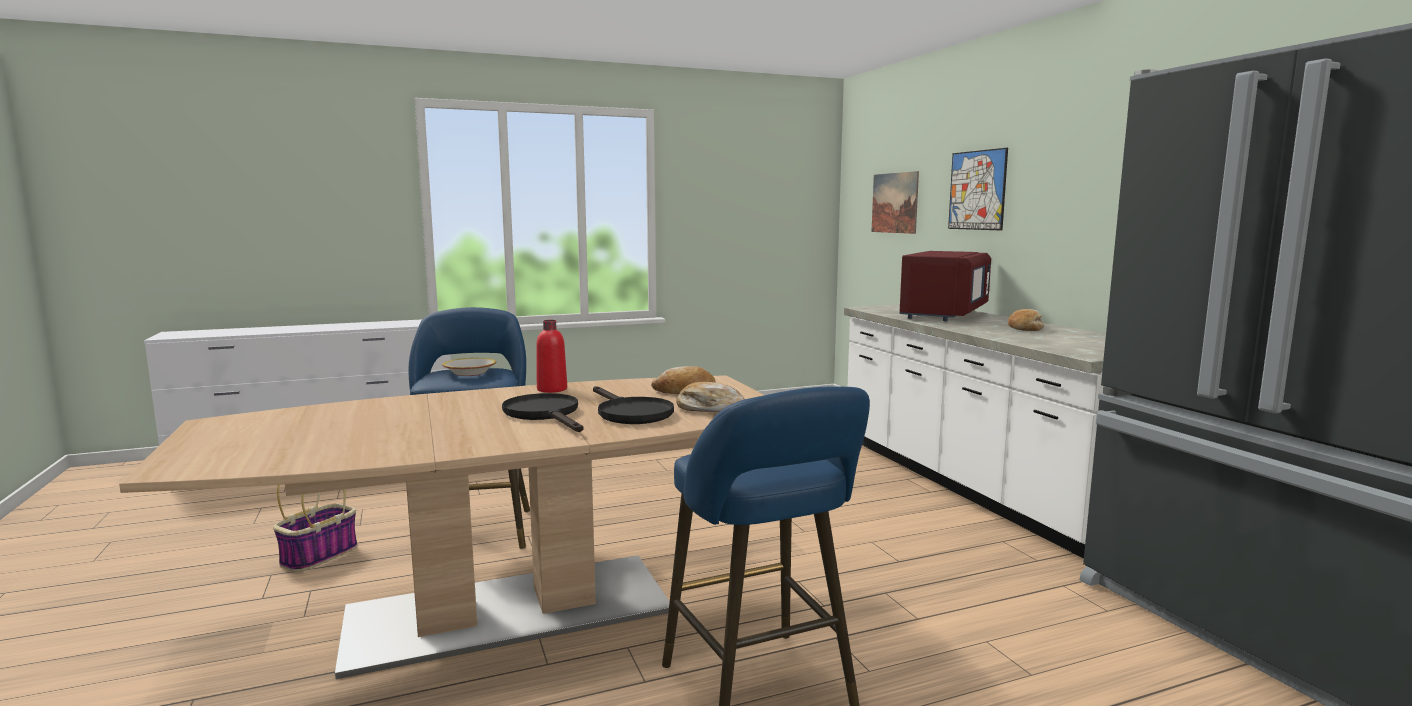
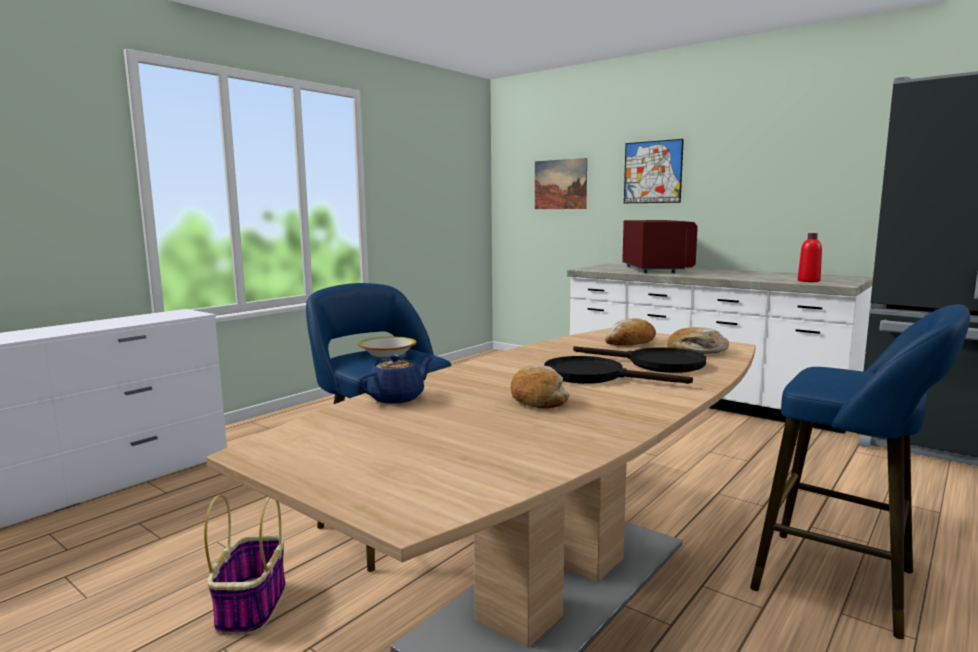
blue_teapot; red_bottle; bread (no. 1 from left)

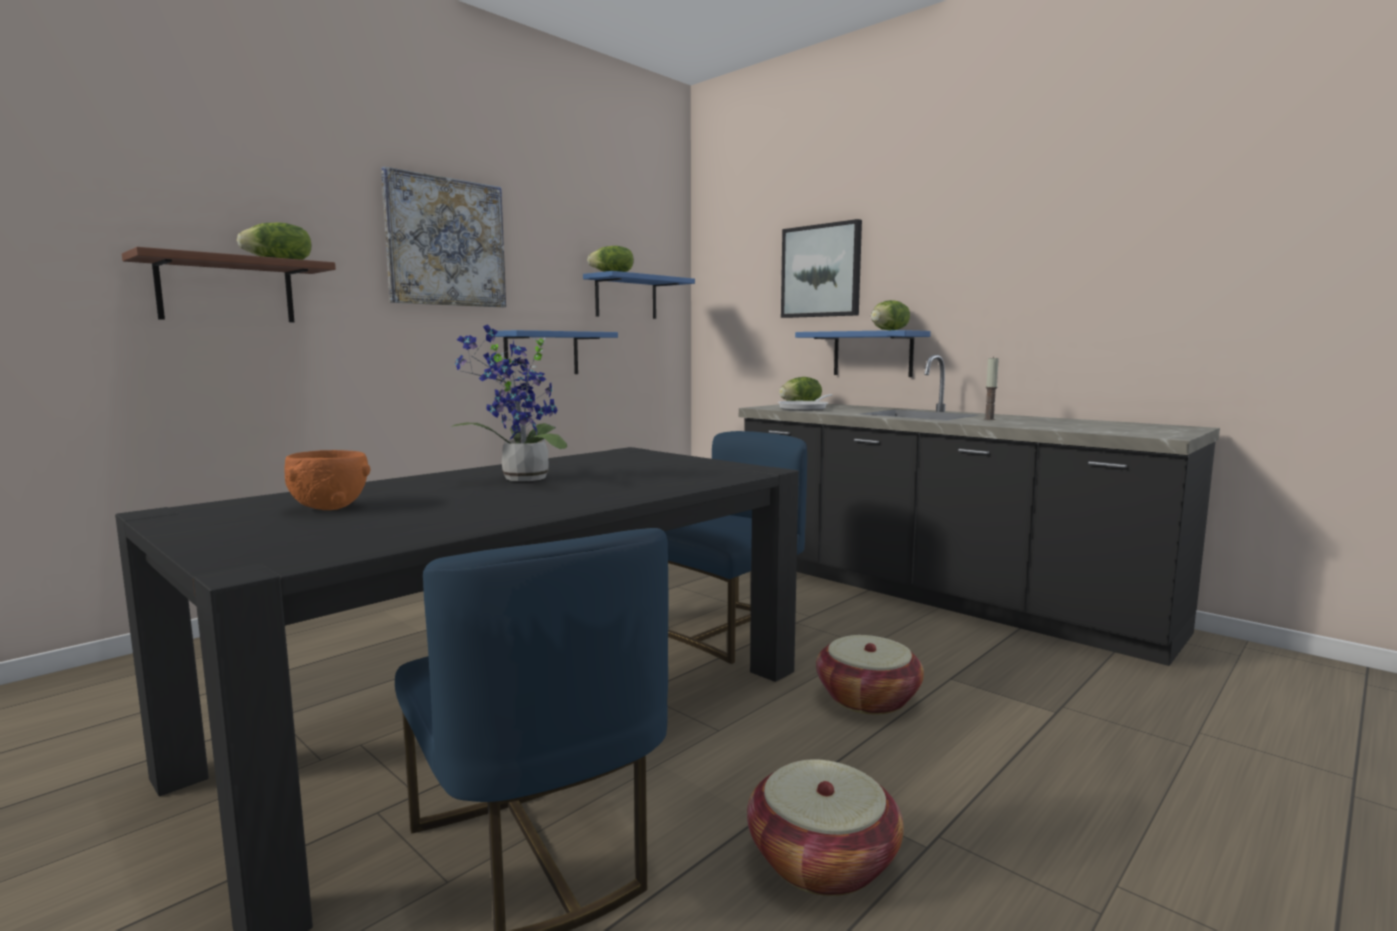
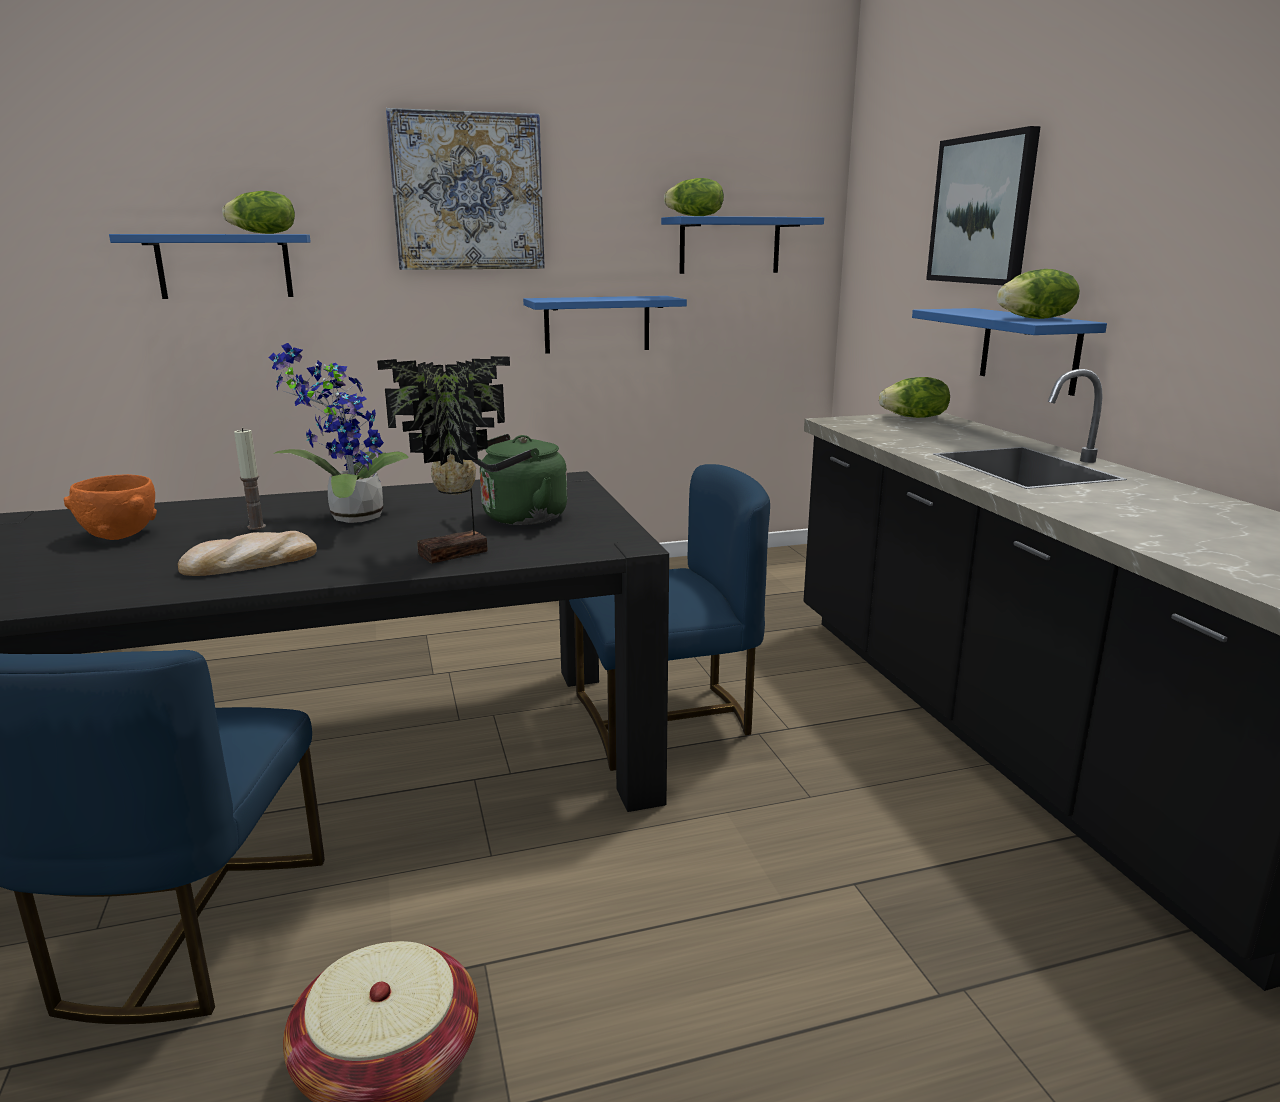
frying_pan; basket (no. 2 from left in the first image); bread; potted_plant (no. 2 from left); green_kettle; candle; blue_shelf (no. 1 from left)

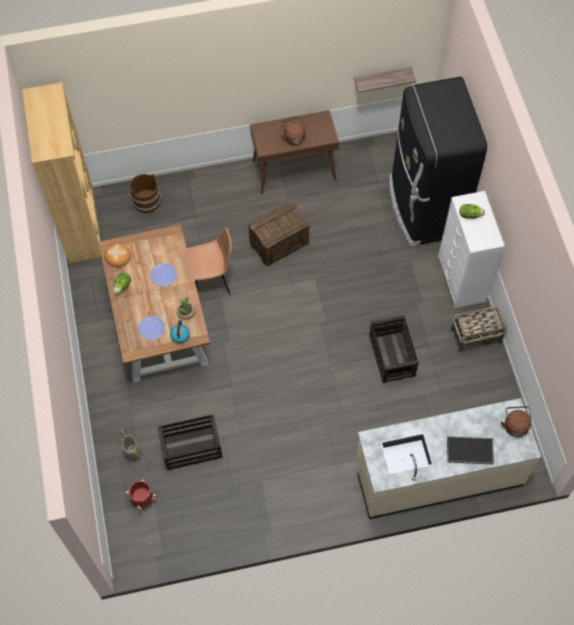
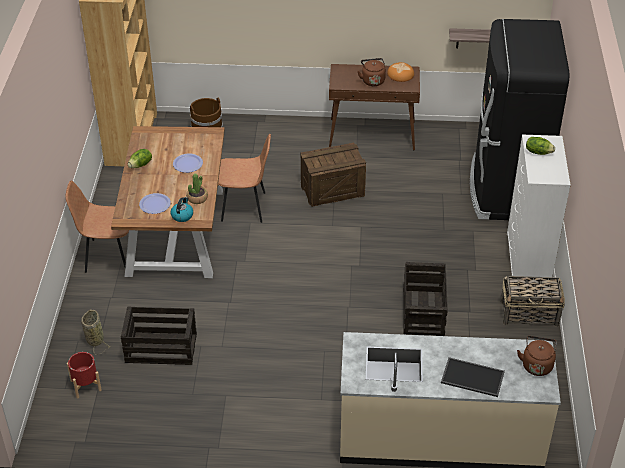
brown_chair (no. 1 from left); bread

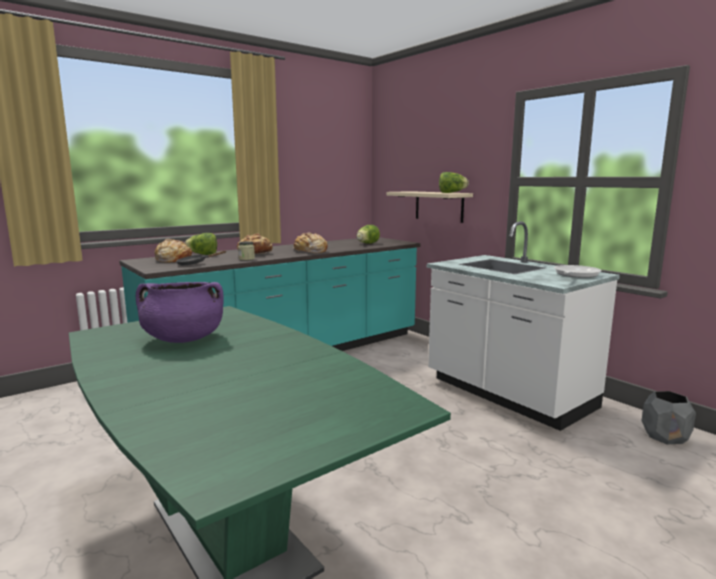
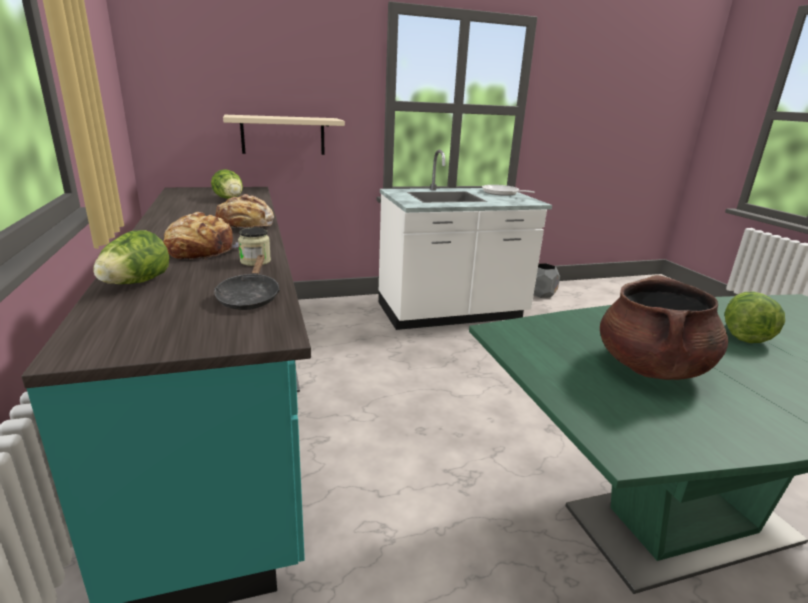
bread (no. 1 from left in the first image); lettuce (no. 3 from left); brown_cooking_pot

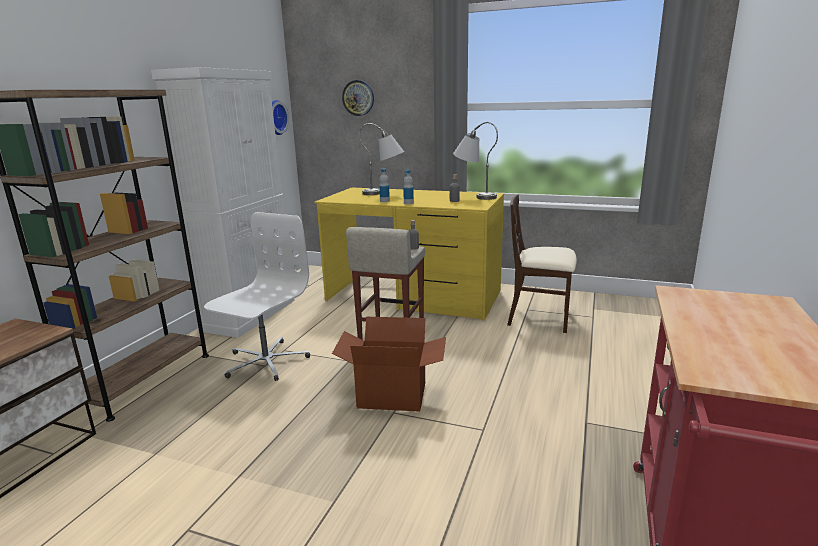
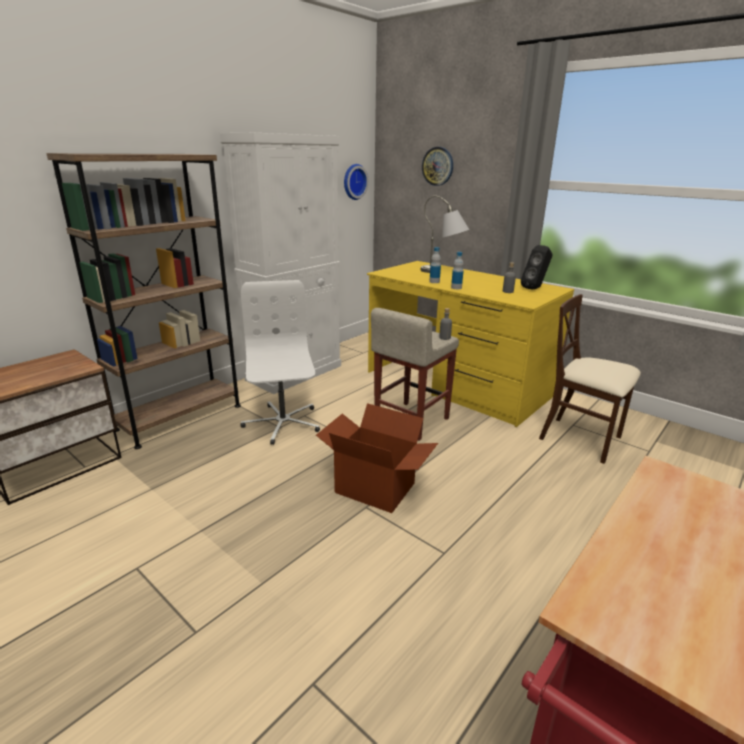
black_speaker; white_office_chair

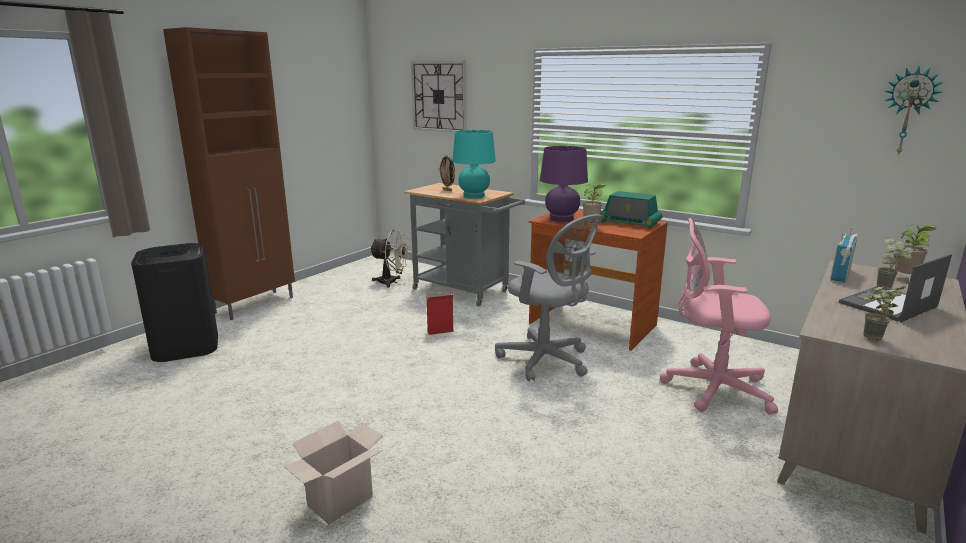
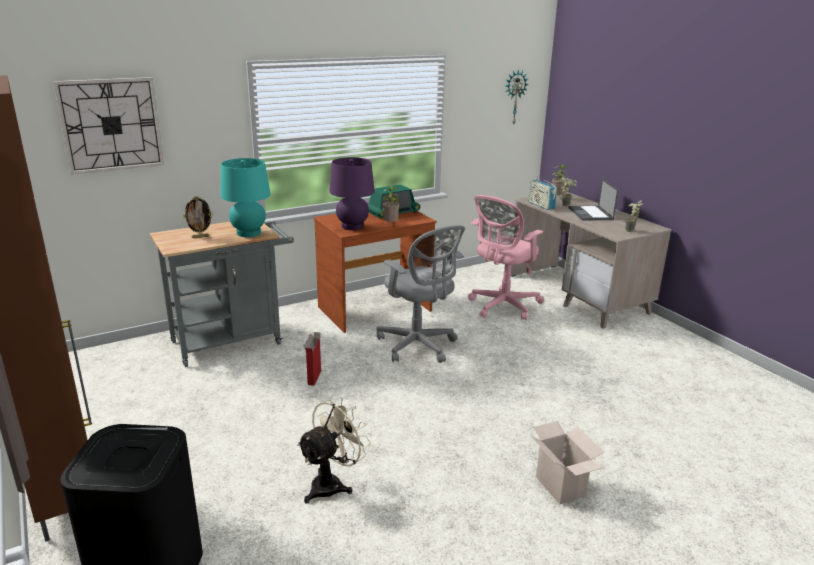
beige_fan; grey_office_chair

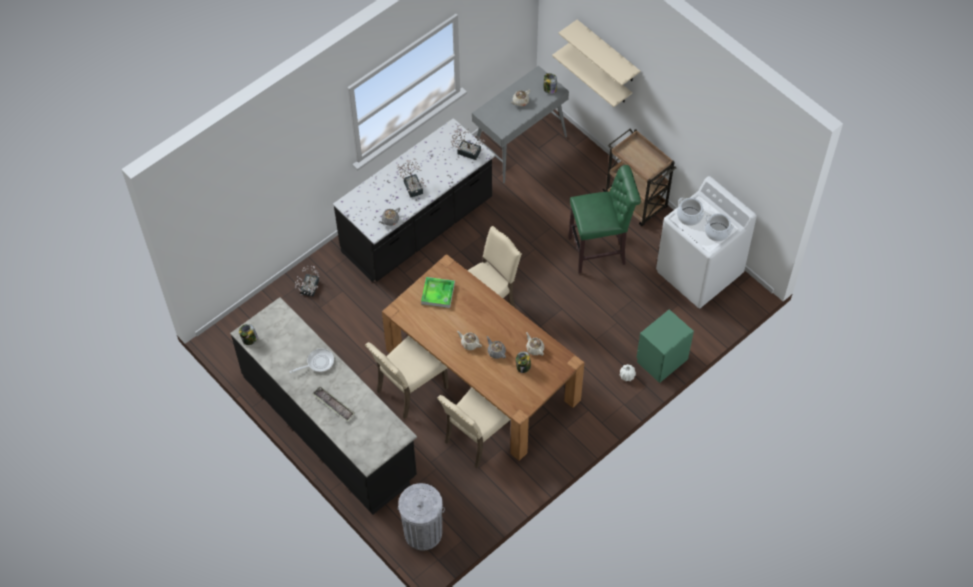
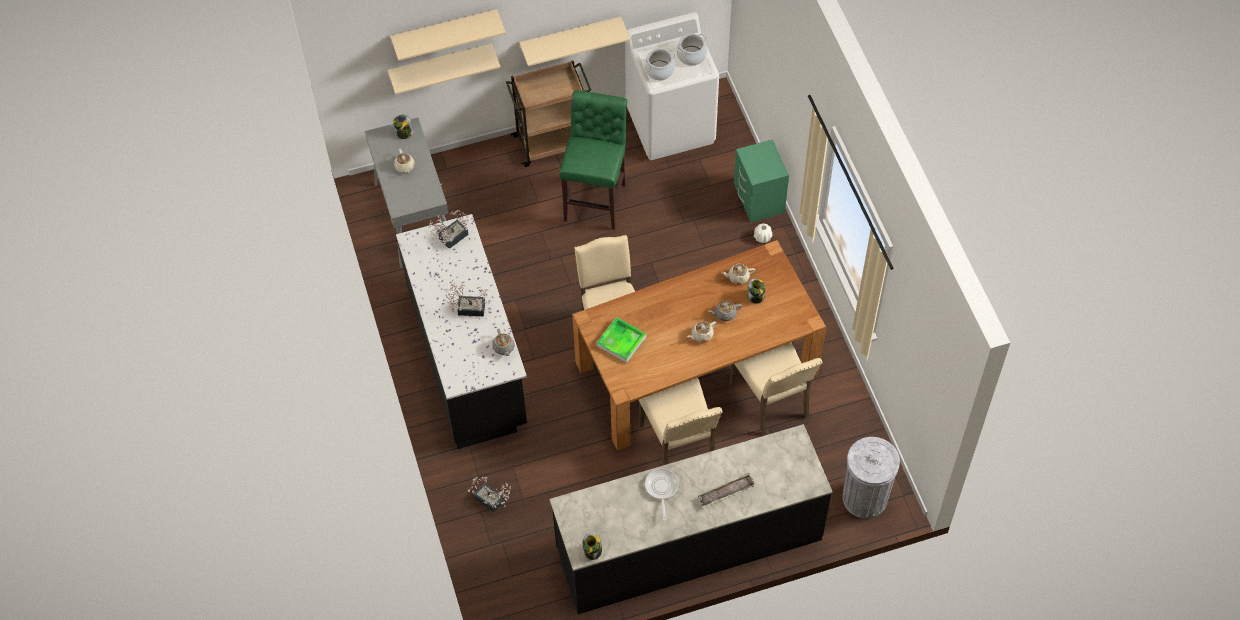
beige_shelf (no. 3 from left)

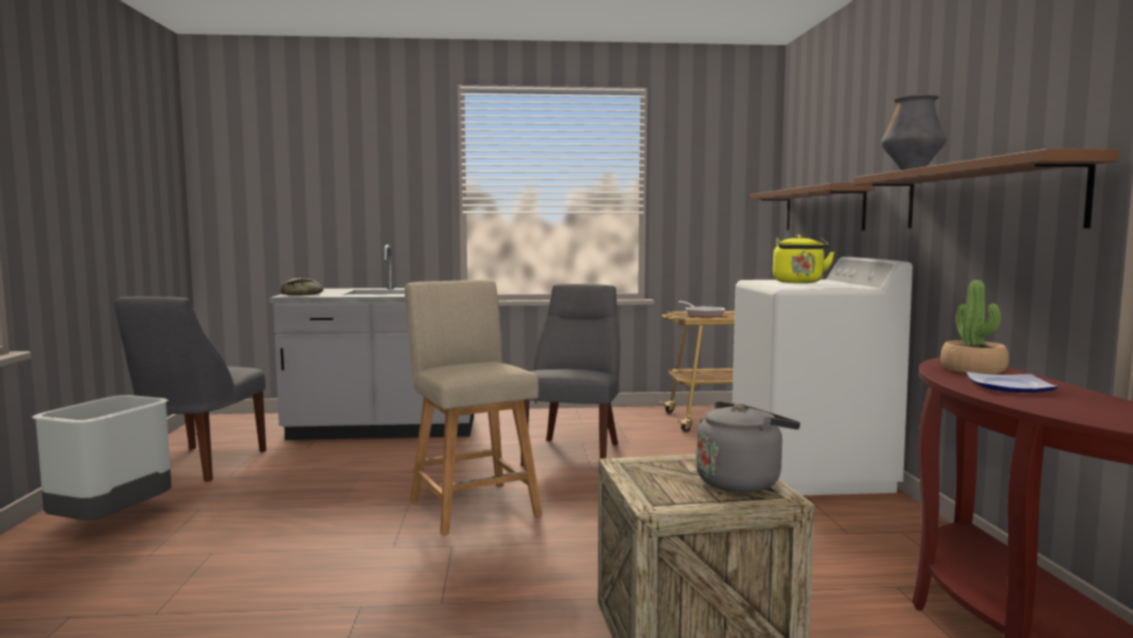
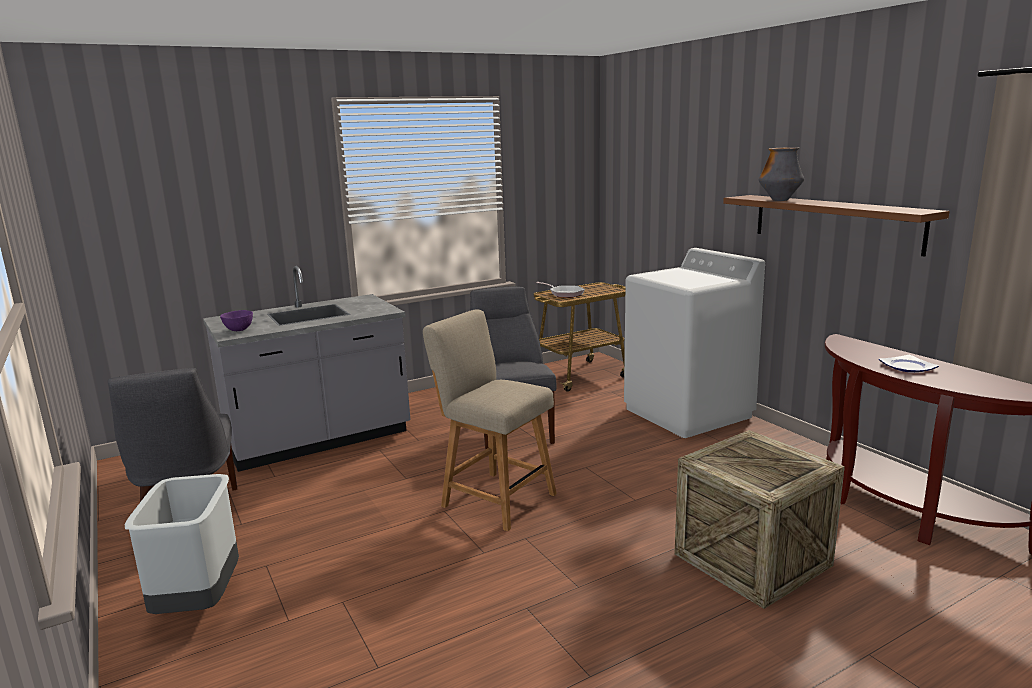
grey_kettle; brown_shelf (no. 1 from left in the first image); yellow_kettle; potted_plant; purple_bowl

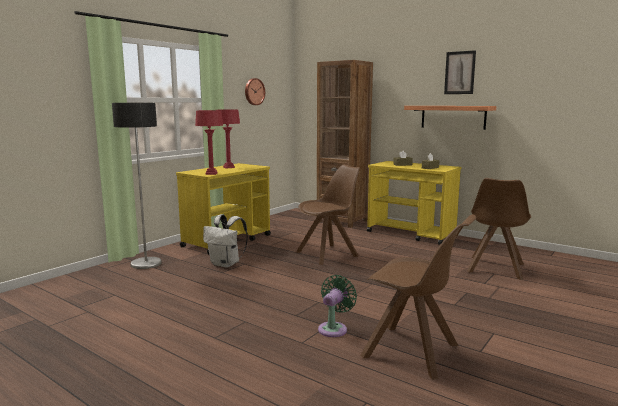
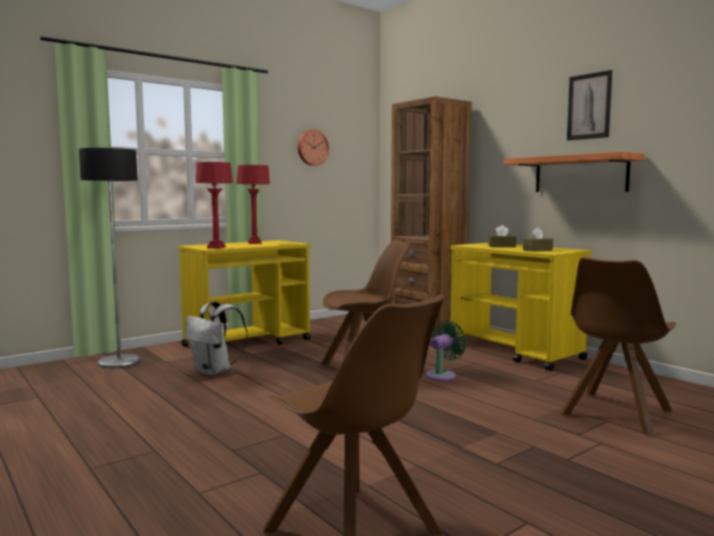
green_fan

